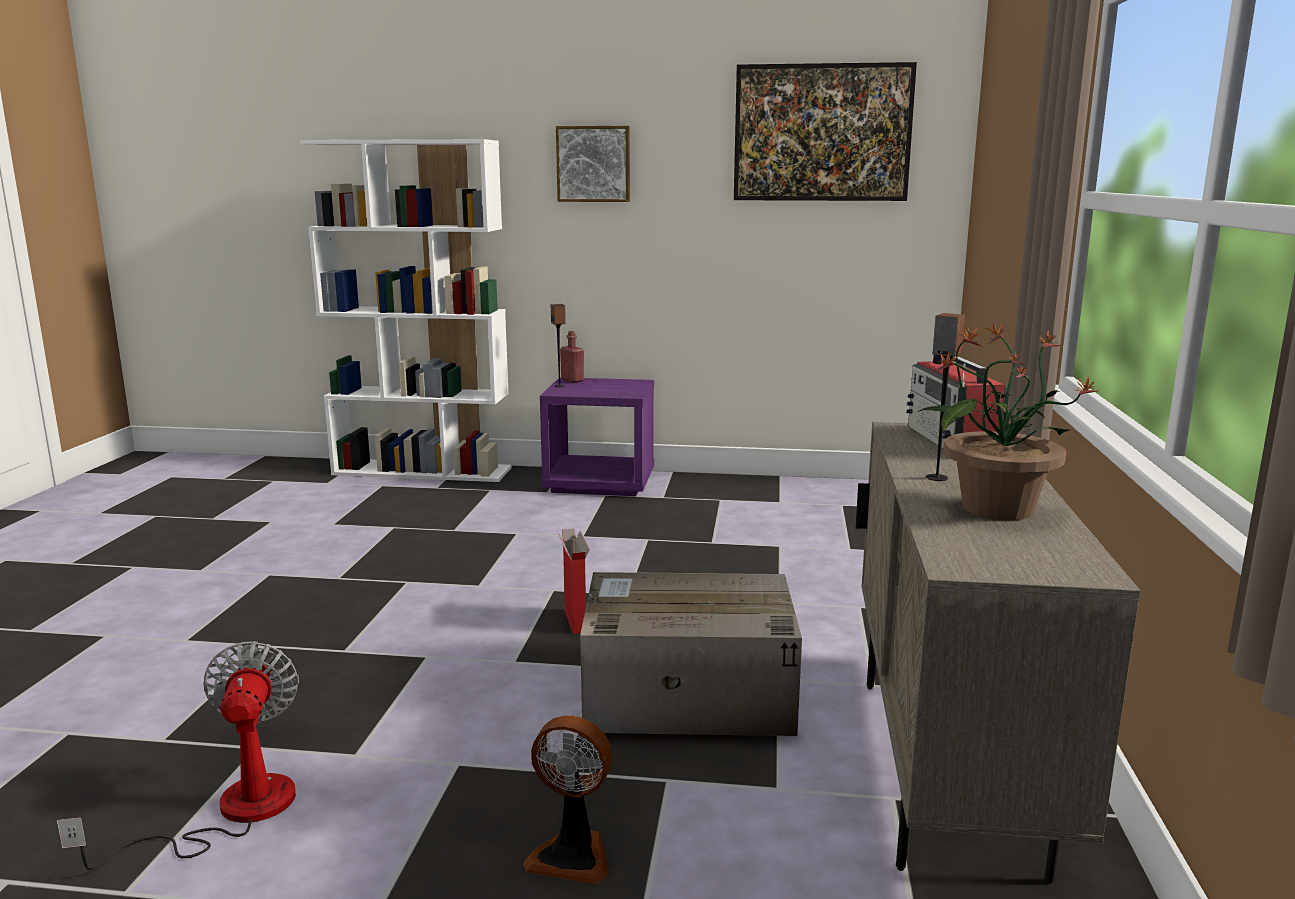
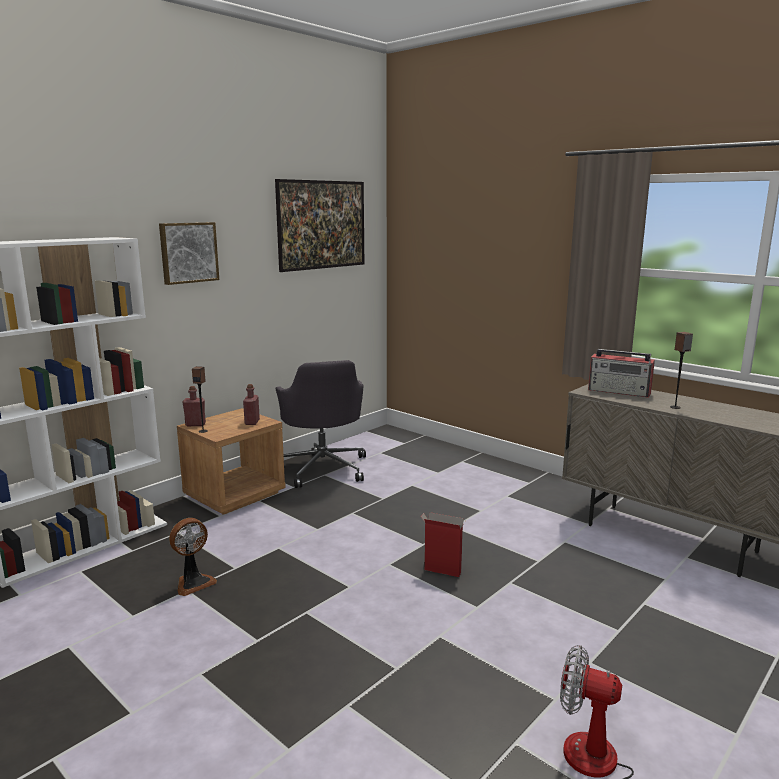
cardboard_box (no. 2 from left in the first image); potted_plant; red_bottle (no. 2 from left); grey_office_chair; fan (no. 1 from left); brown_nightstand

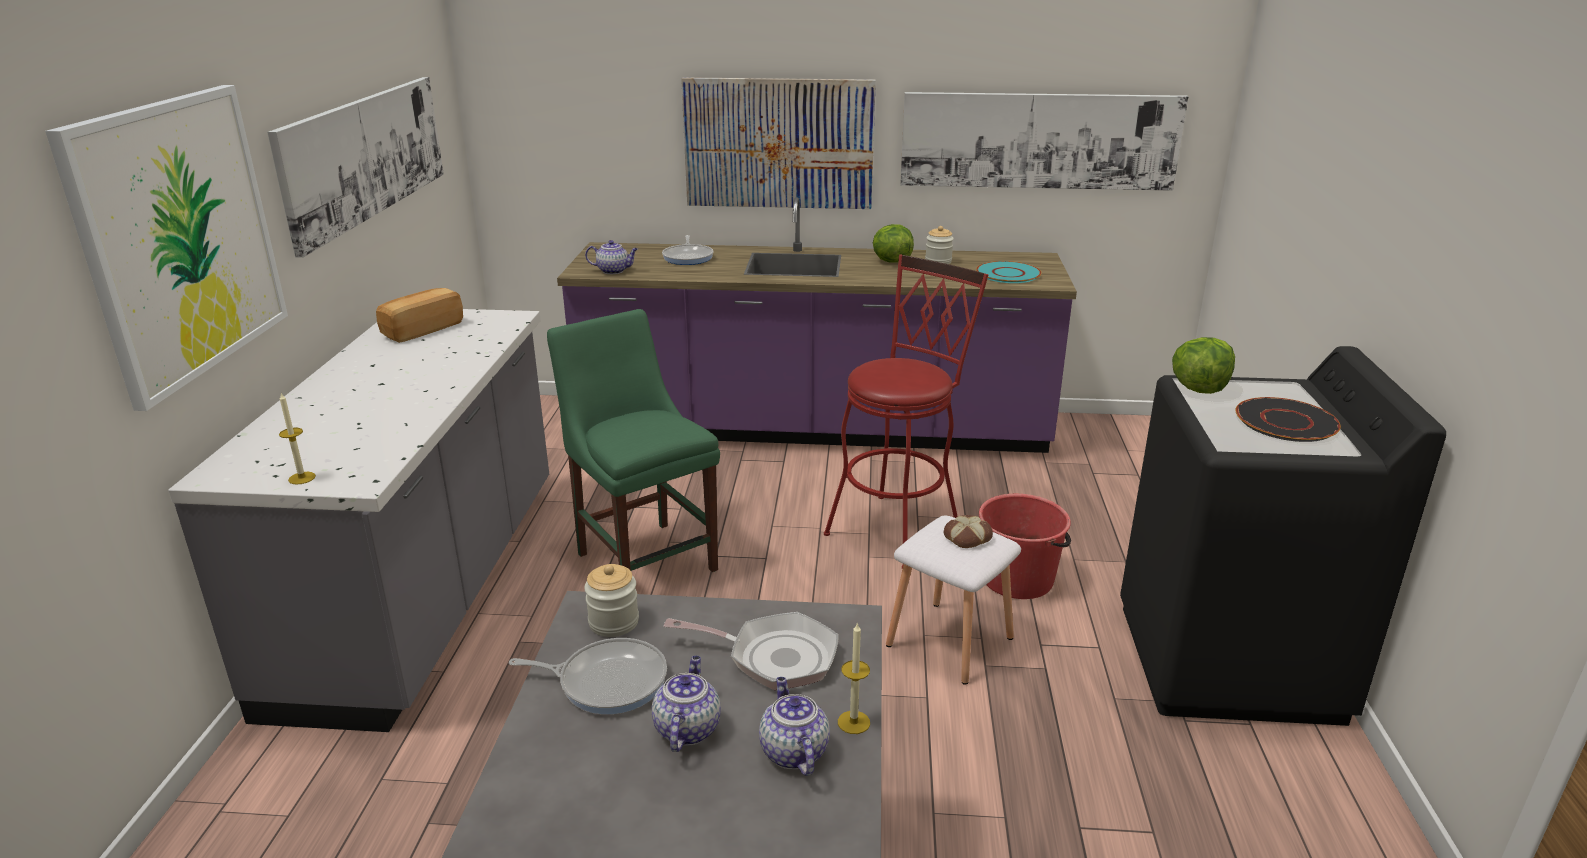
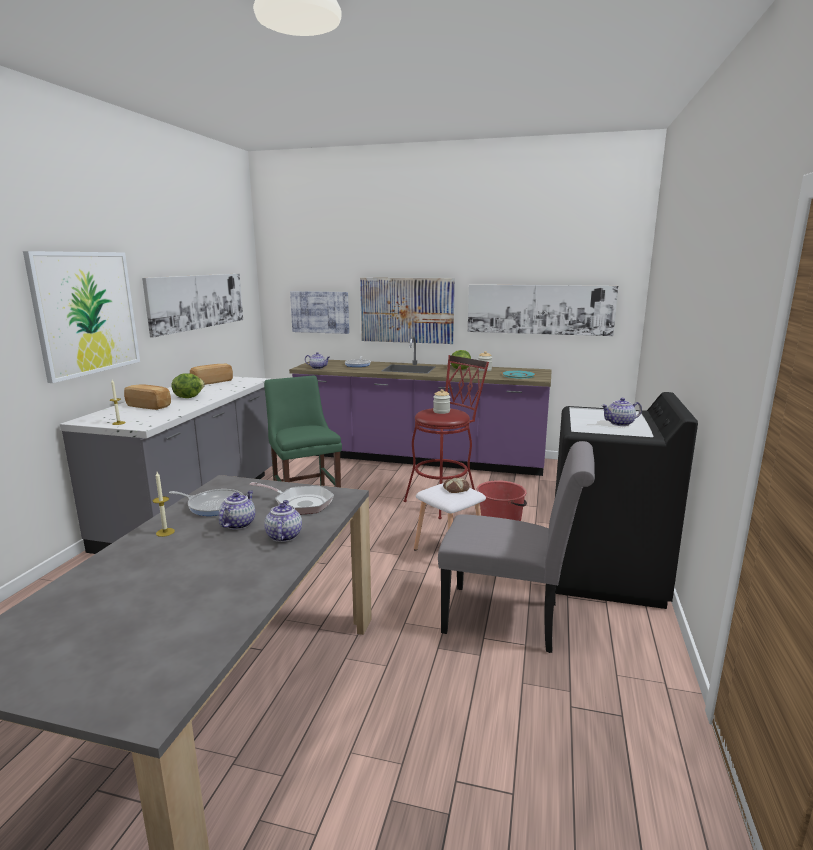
bread (no. 1 from left); picture (no. 3 from left); grey_chair; jar (no. 1 from left); candle (no. 2 from left); lettuce (no. 1 from left); teapot (no. 4 from left)

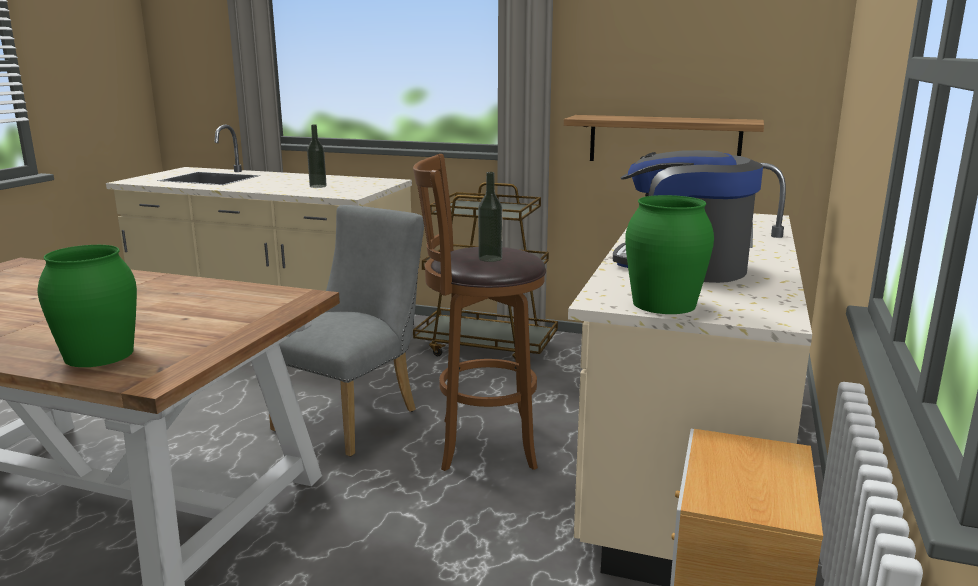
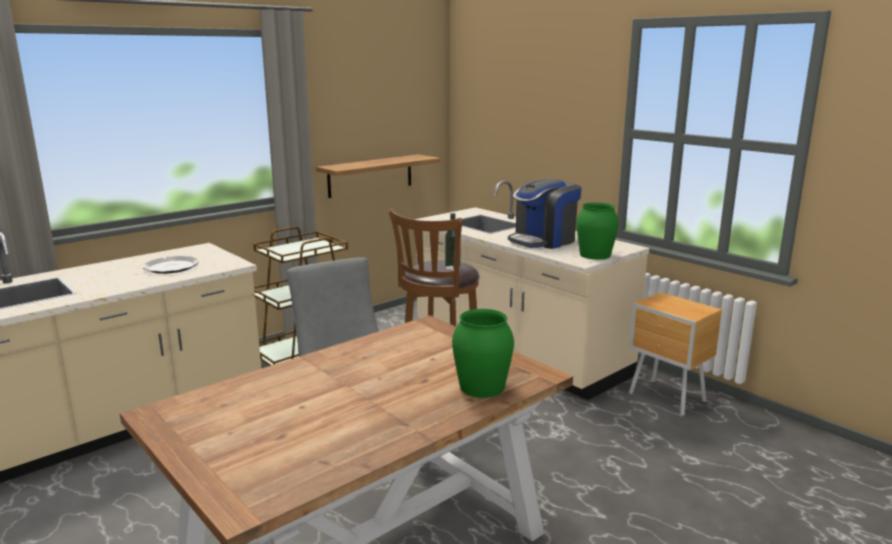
plate

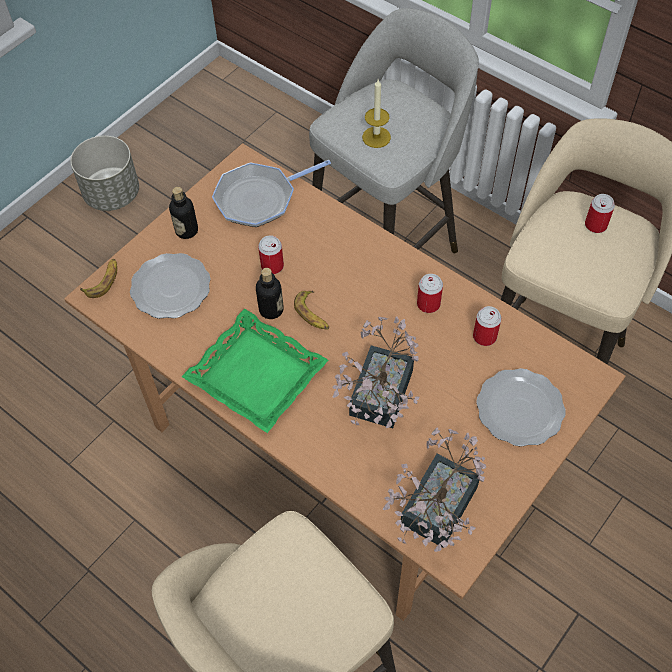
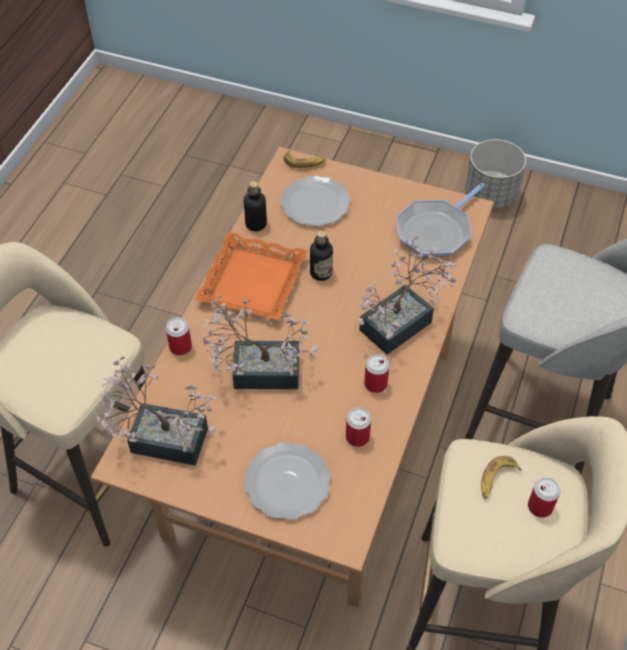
candle; potted_plant (no. 3 from left); bottle (no. 1 from left); can (no. 1 from left); banana (no. 2 from left); orange_tray; frying_pan

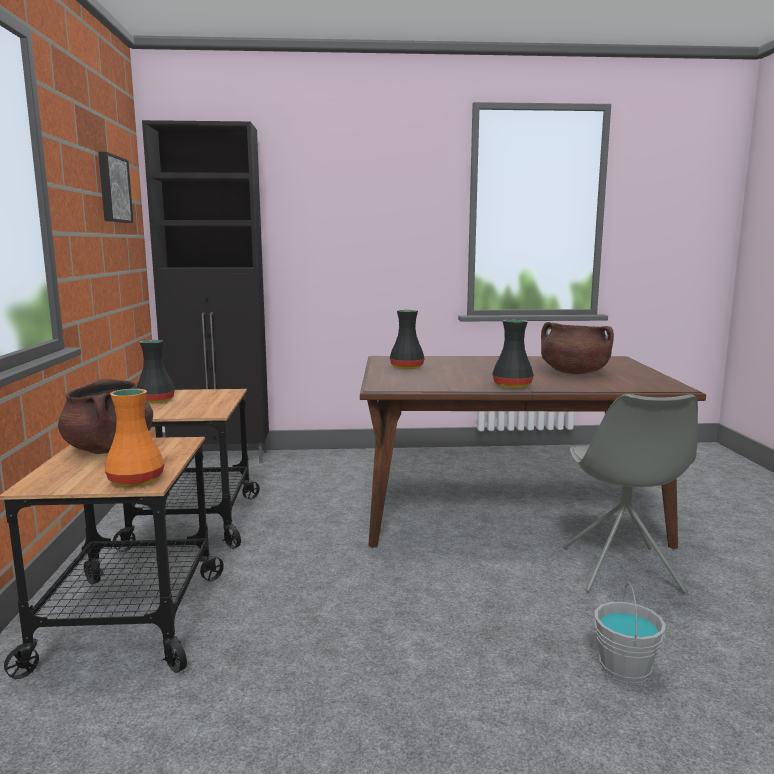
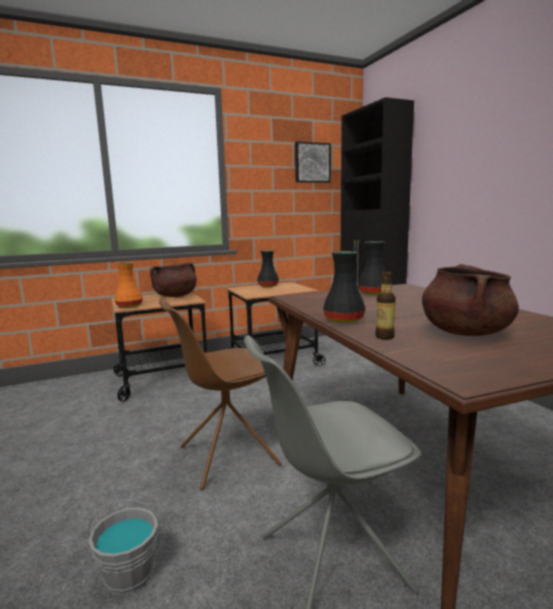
brown_chair; bottle

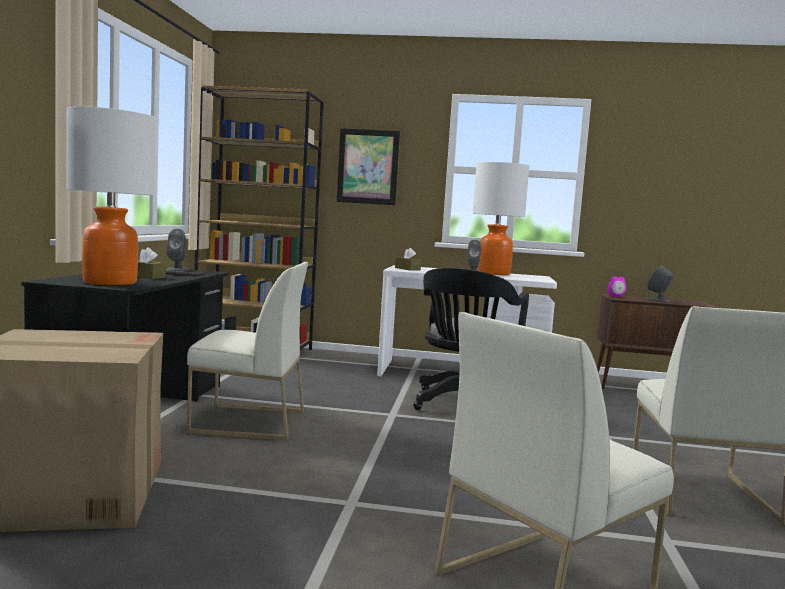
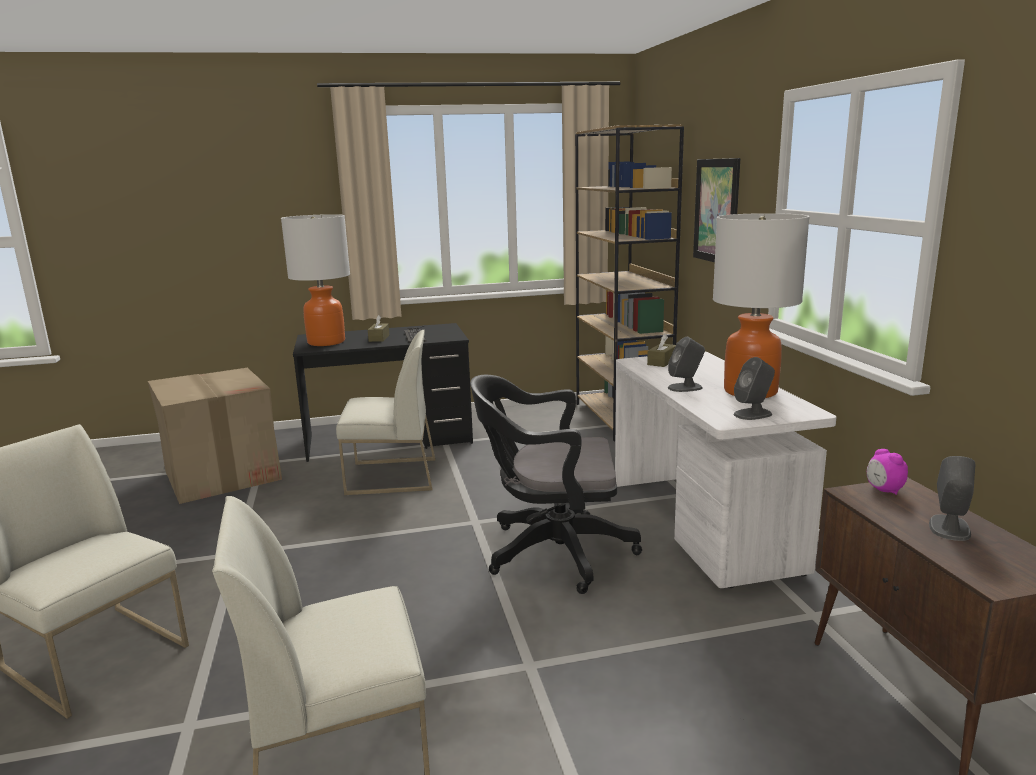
grey_speaker (no. 2 from left); white_chair (no. 3 from left)

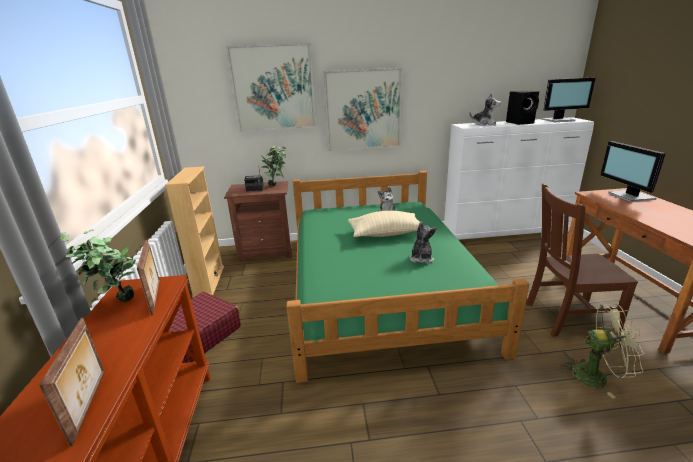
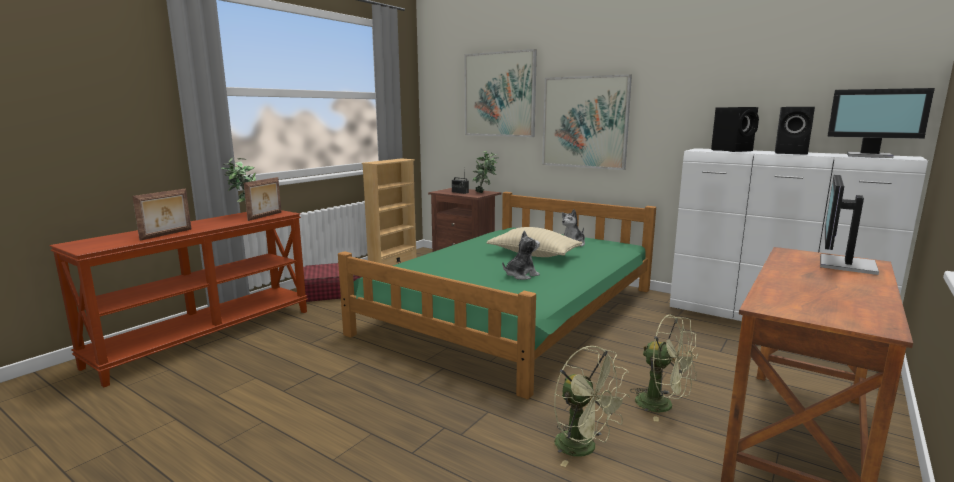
black_speaker (no. 1 from left); green_fan (no. 2 from left)

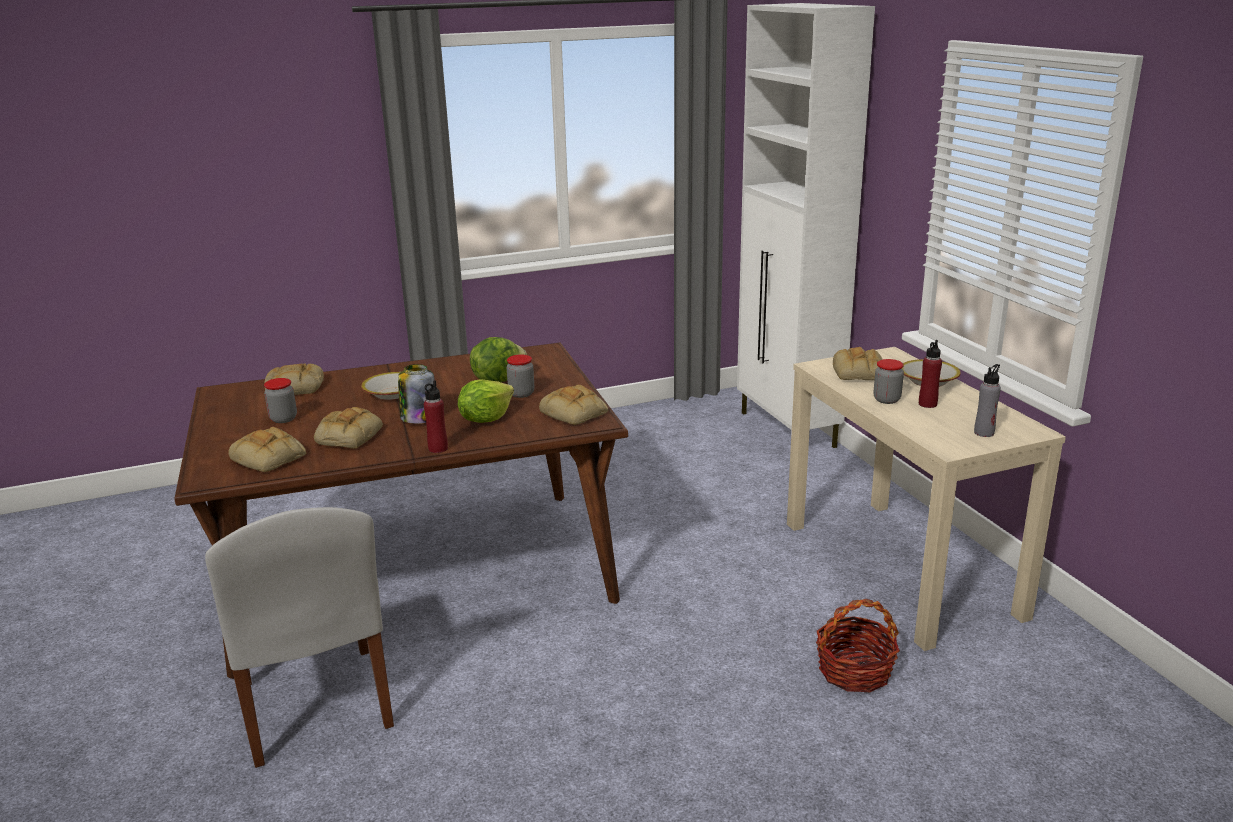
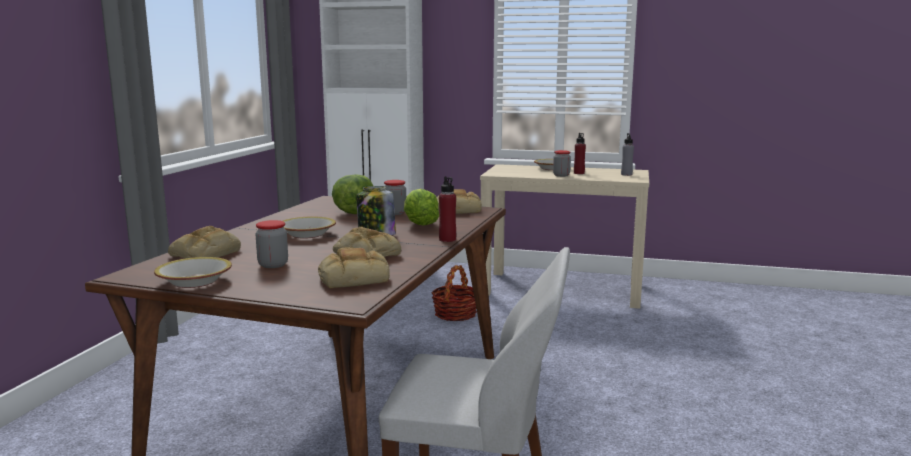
bread (no. 5 from left in the first image); bowl (no. 1 from left); basket

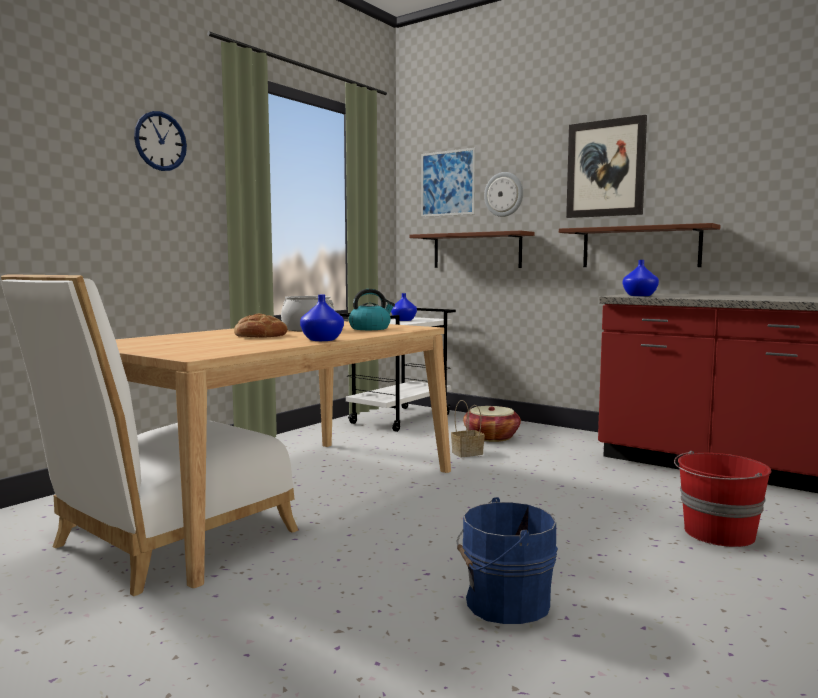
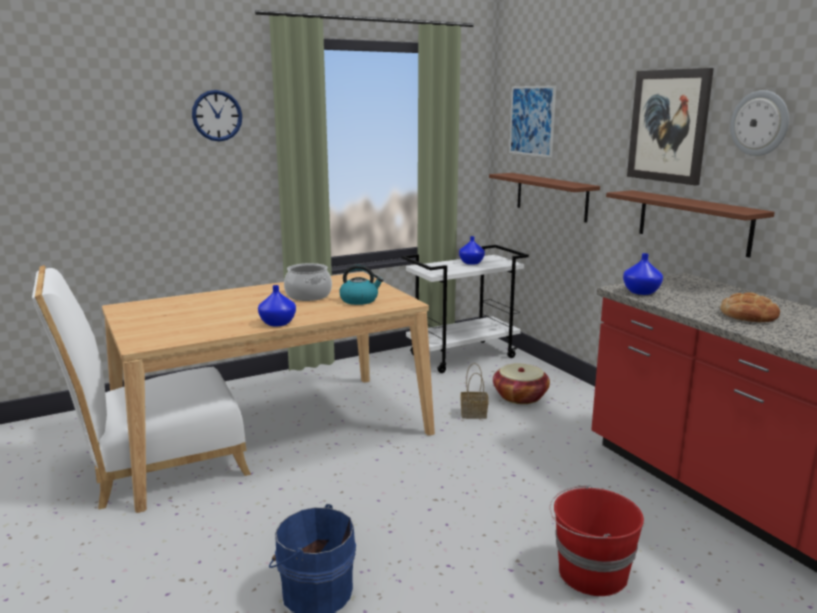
bread; wall_clock (no. 2 from left)

